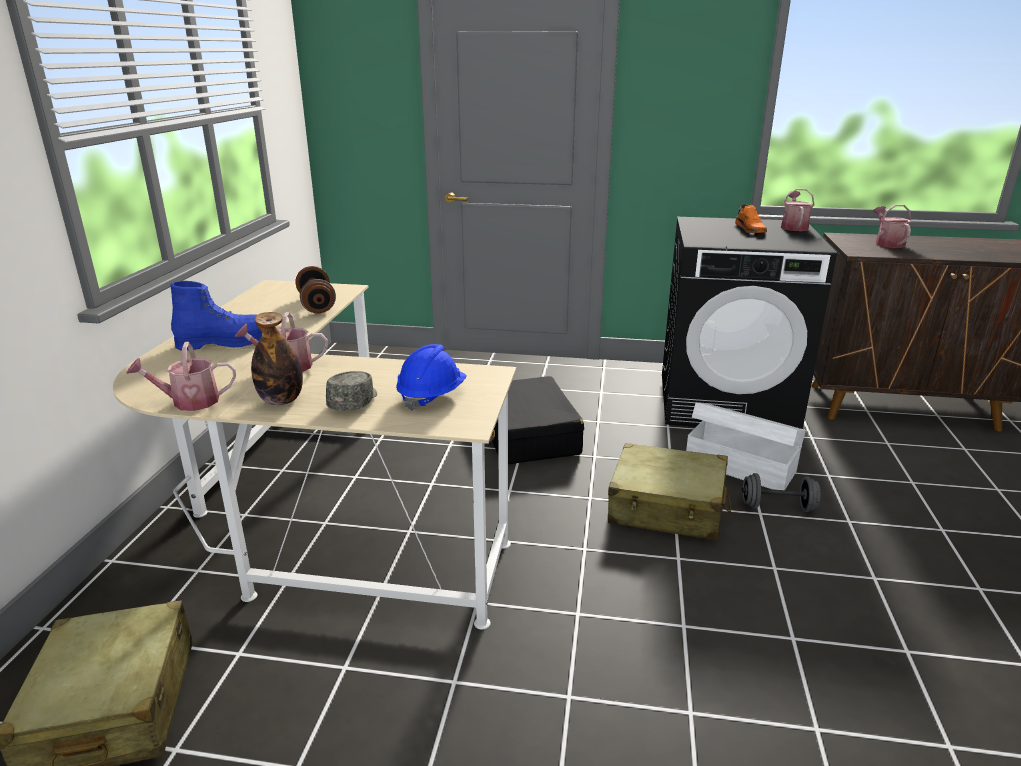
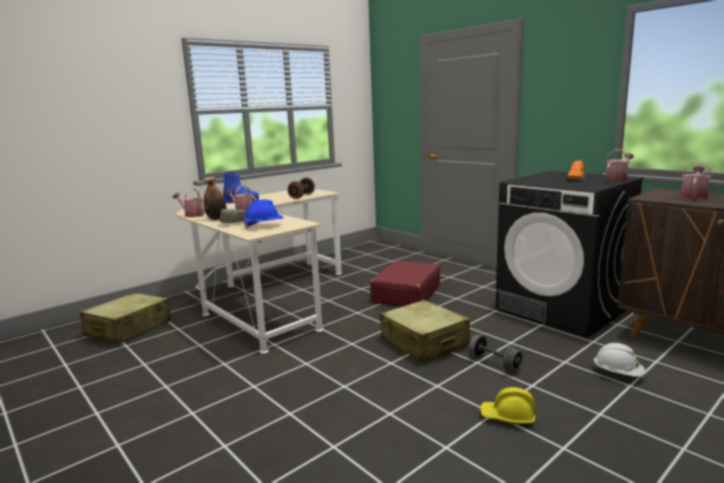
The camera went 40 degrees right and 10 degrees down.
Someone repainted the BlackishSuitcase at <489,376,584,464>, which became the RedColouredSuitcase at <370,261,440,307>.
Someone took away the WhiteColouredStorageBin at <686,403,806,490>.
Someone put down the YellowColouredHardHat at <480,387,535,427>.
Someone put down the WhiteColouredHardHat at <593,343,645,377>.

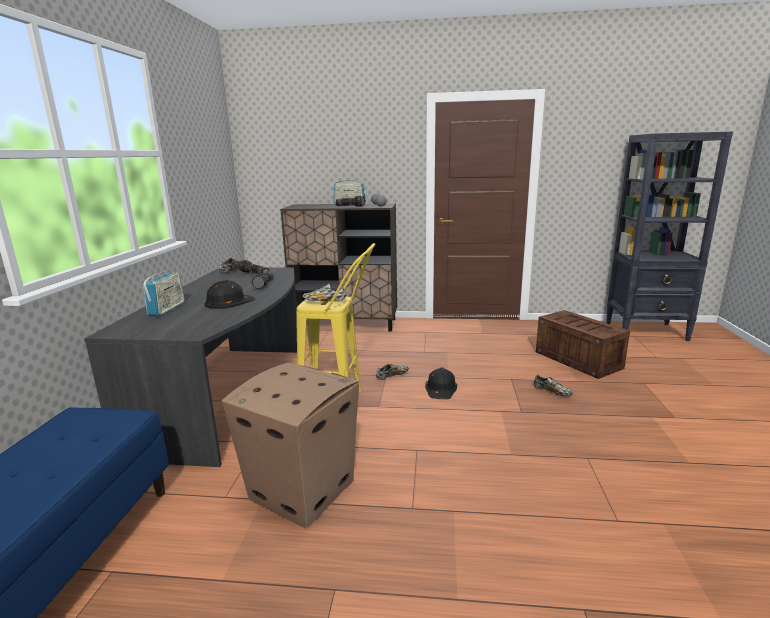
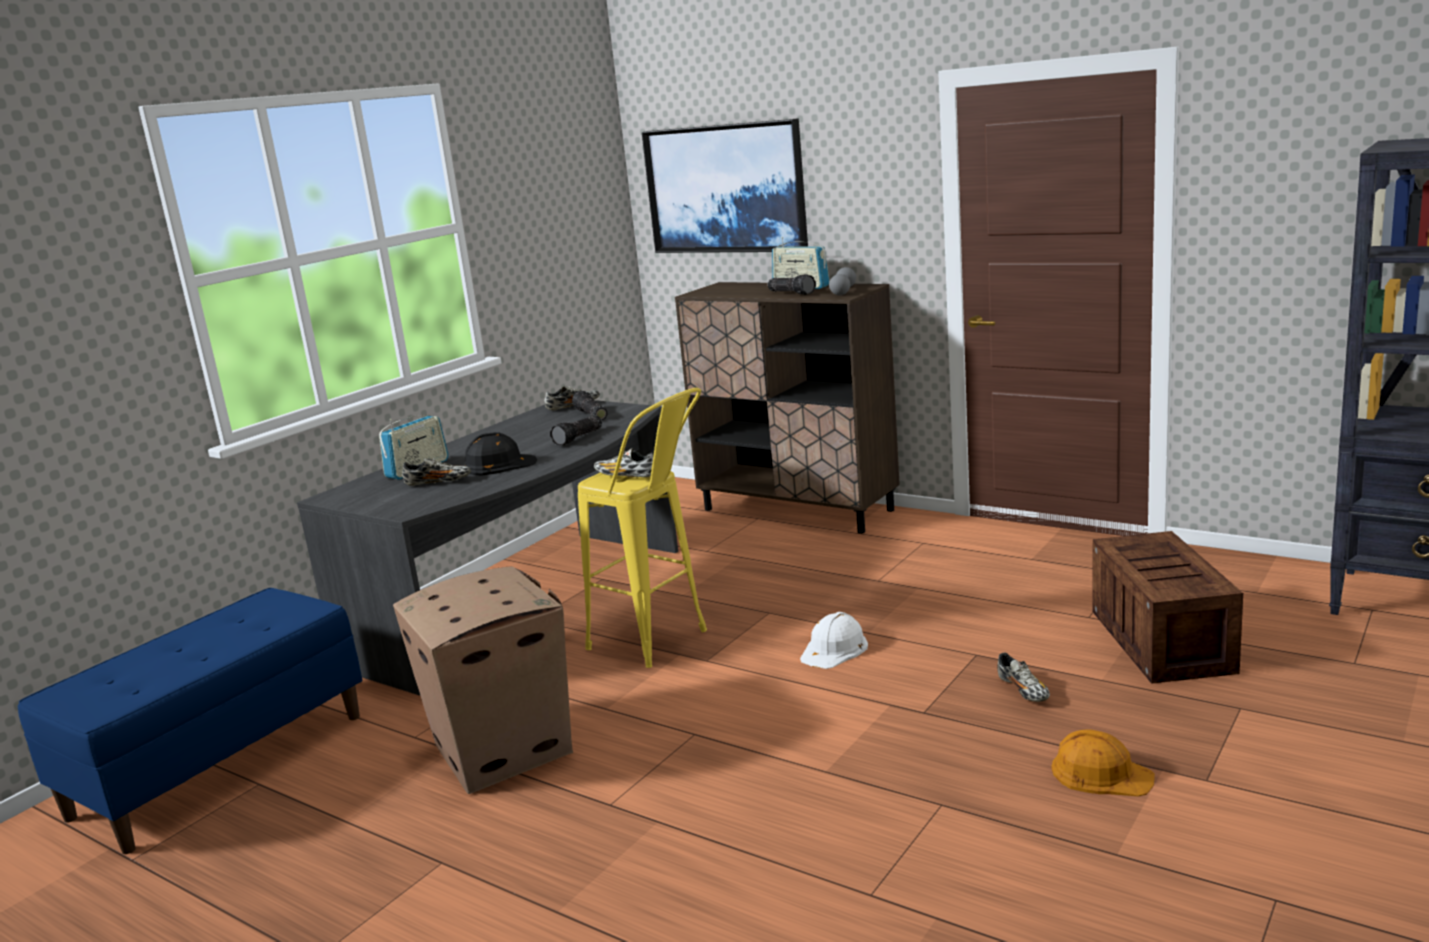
The camera went 30 degrees right and 0 degrees up.
Someone carried the ItemOfFootwear from <376,364,409,380> to <402,458,471,486>.
Someone repainted the BlackishHardHat at <425,368,457,399>, which became the WhiteColouredHardHat at <800,612,868,669>.
Someone put up the Picture at <642,118,808,253>.
Someone put down the OrangeyHardHat at <1051,729,1155,796>.

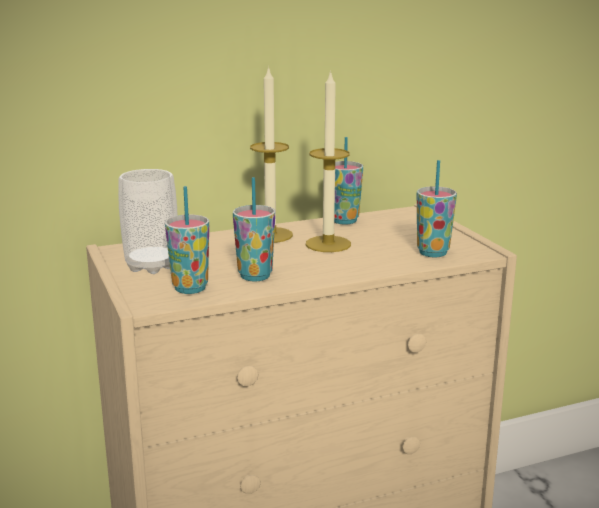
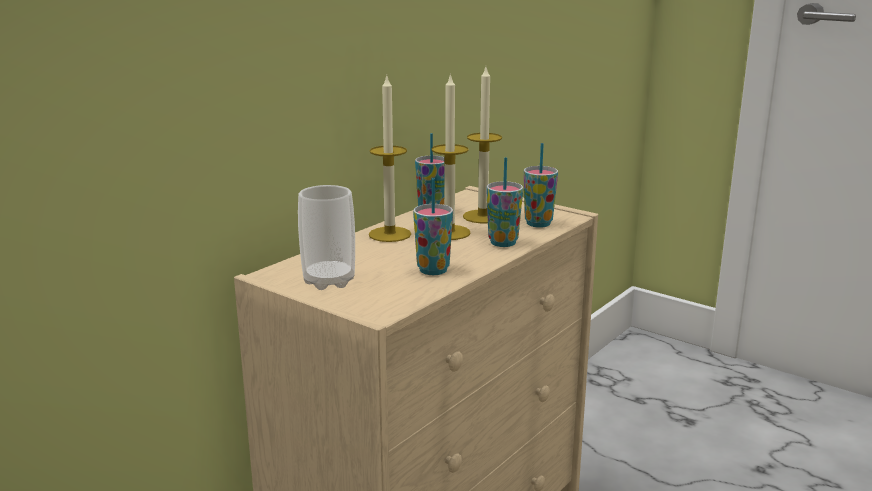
The camera went 30 degrees left and 0 degrees up.
Someone carried the Cup from <165,186,209,294> to <486,157,523,247>.
Someone put down the Candle at <463,67,502,223>.

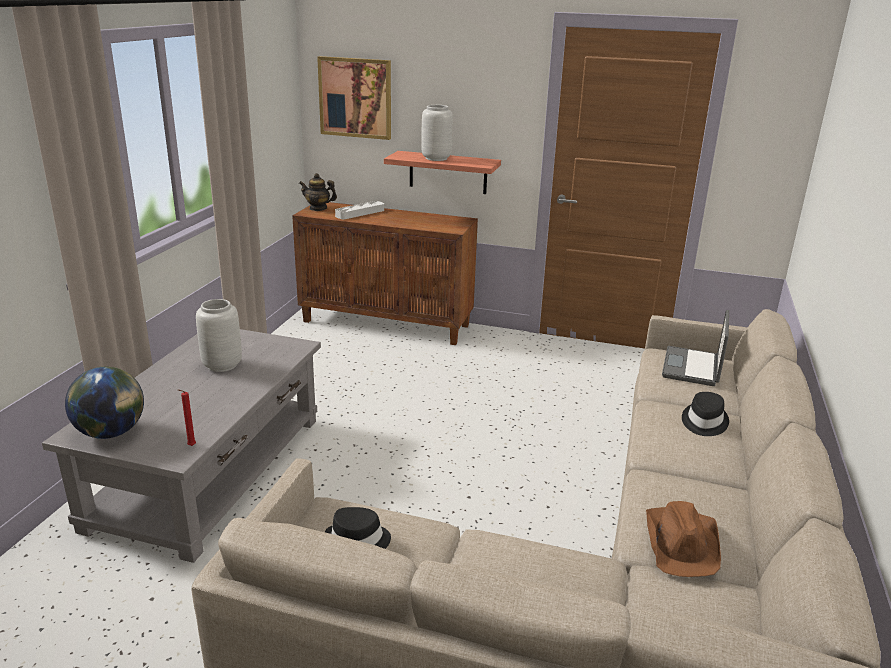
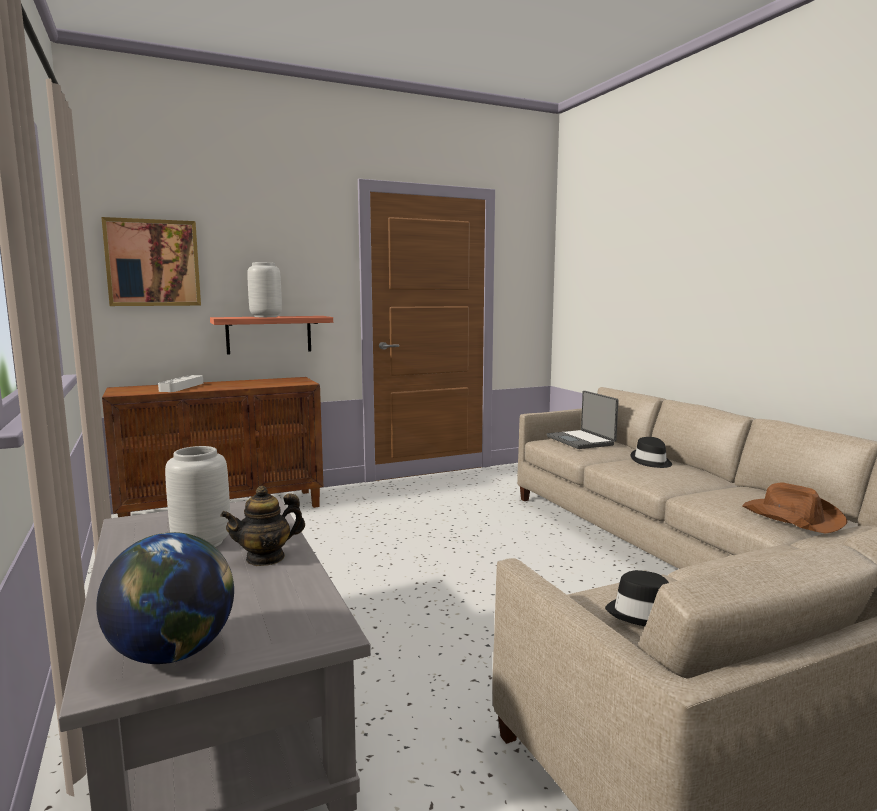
The camera went 40 degrees left and 15 degrees down.
Someone took away the RedColouredCandle at <179,390,196,446>.
Someone carried the PotForTea from <299,173,337,211> to <220,486,305,566>.

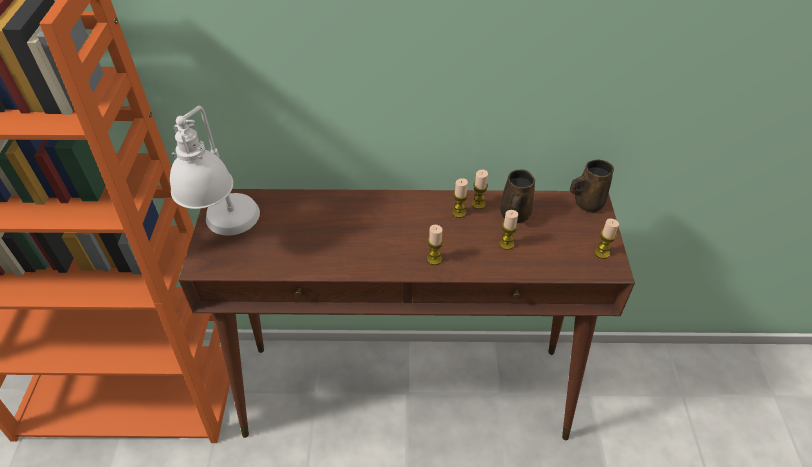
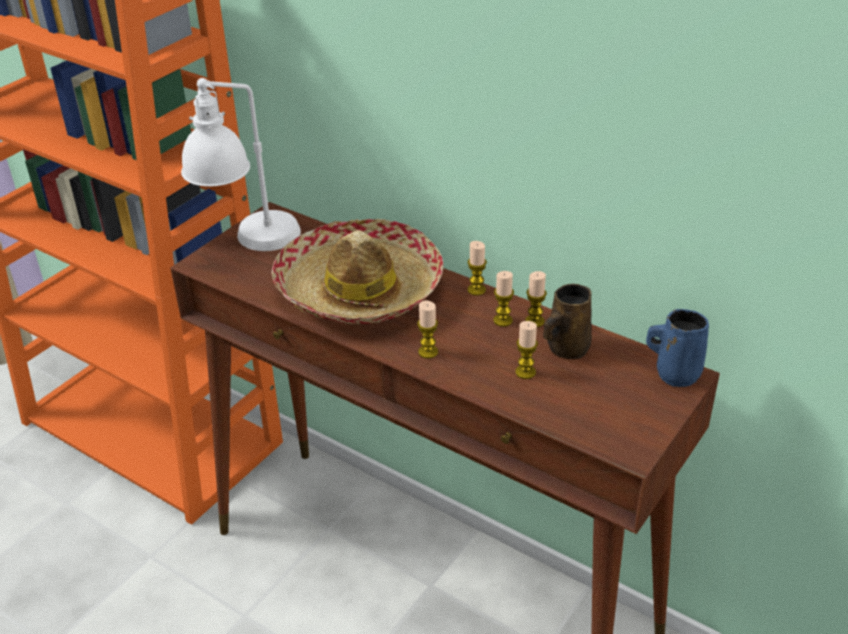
The camera went 35 degrees right and 10 degrees down.
Someone repainted the BrownColouredMug at <570,159,614,213>, which became the BlueMug at <646,309,709,387>.
Someone carried the Candle from <594,218,619,259> to <467,241,487,296>.
Someone put down the ClothingHat at <272,219,444,324>.

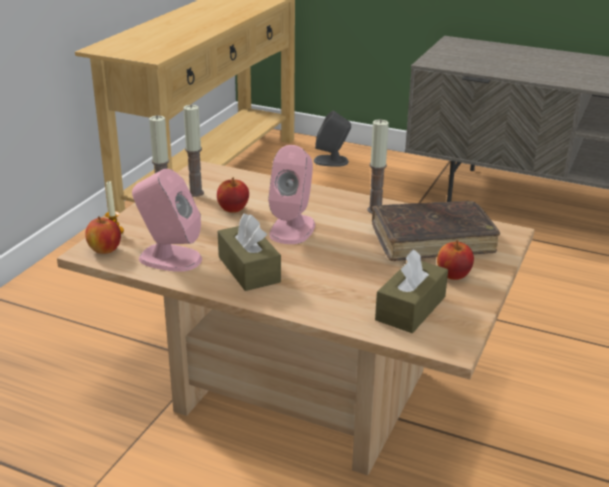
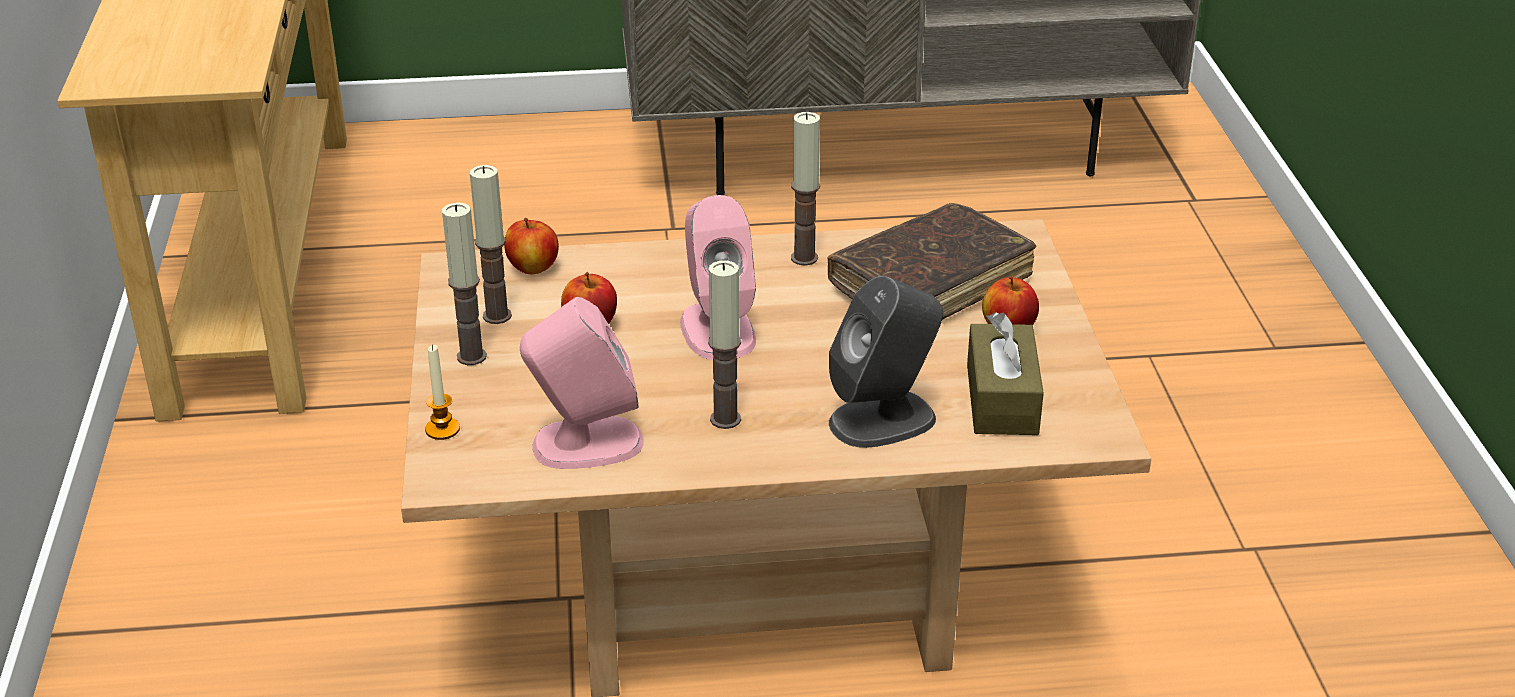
The camera went 30 degrees left and 5 degrees up.
Someone carried the WholeApple from <85,216,121,254> to <504,218,559,274>.
Someone swapped the BrownColouredTissueHolder at <218,213,281,291> for the Candle at <708,261,741,429>.
Someone carried the GreySpeaker from <314,111,351,167> to <829,276,943,448>.

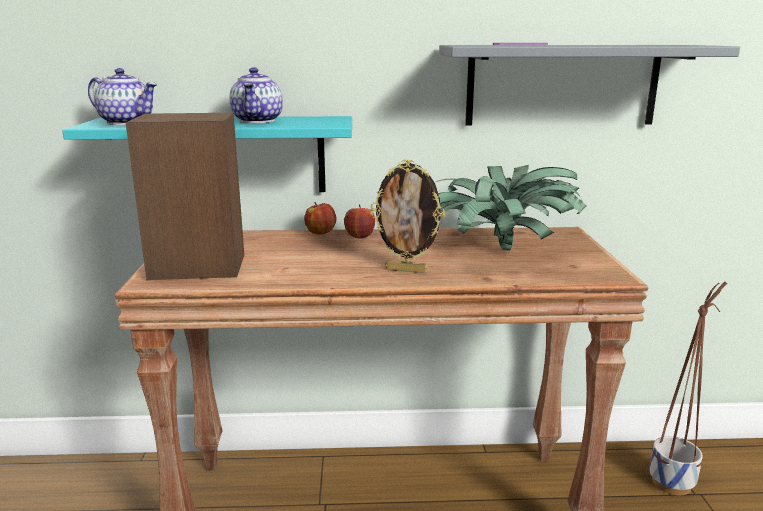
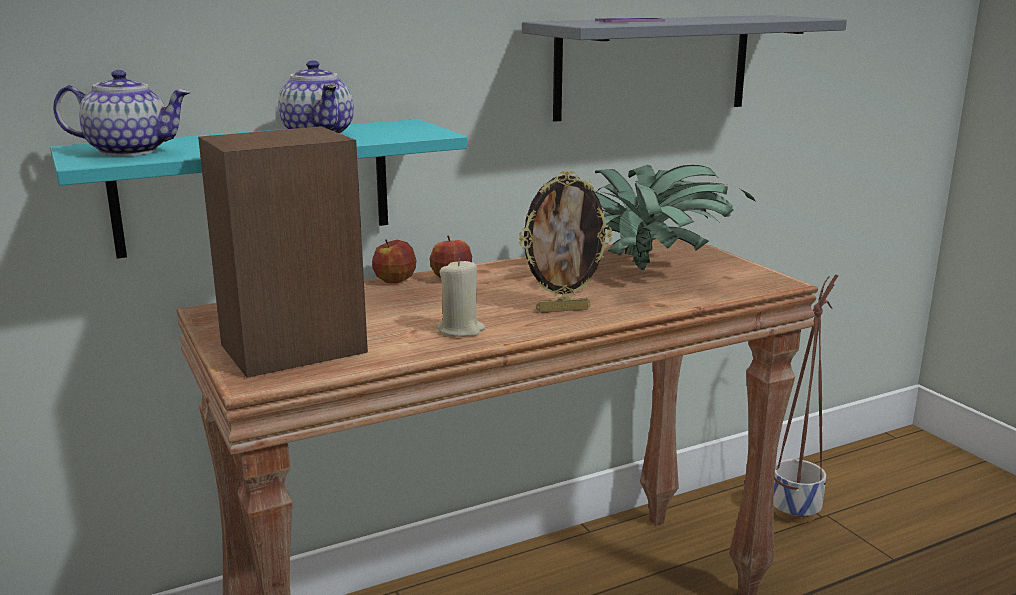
The camera went 25 degrees left and 0 degrees up.
Someone put down the SandColouredCandle at <437,259,485,337>.

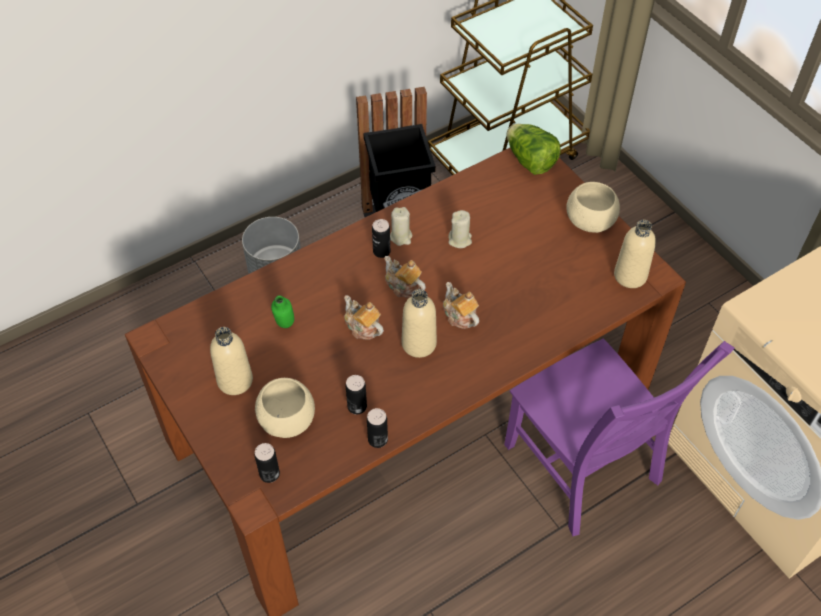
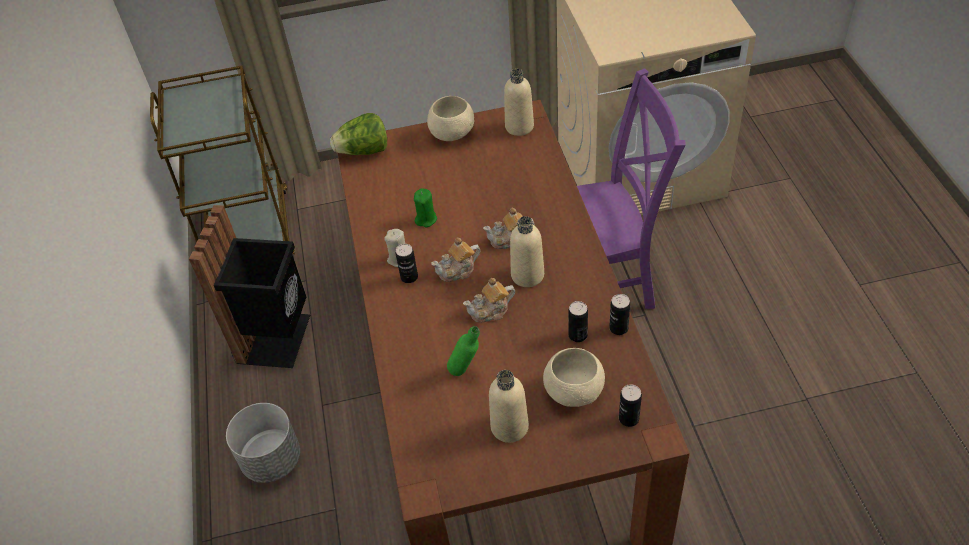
The camera went 65 degrees left and 5 degrees down.
Someone repainted the SandColouredCandle at <448,210,472,248>, which became the GreenColouredCandle at <414,188,437,227>.

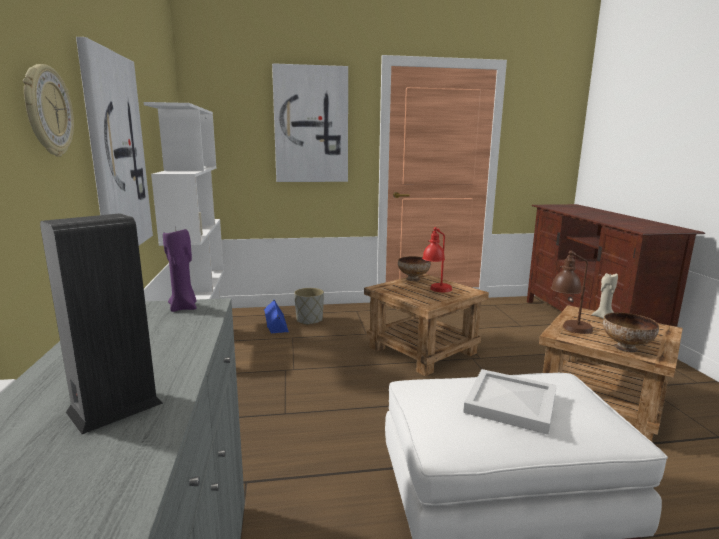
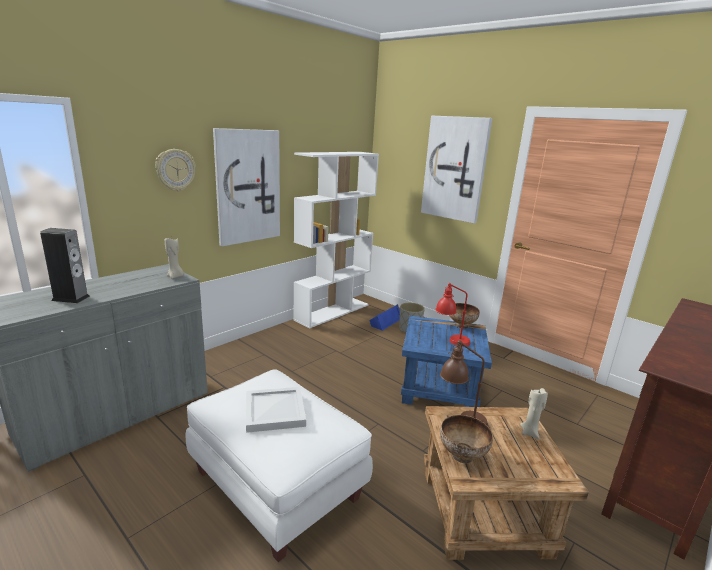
The camera went 50 degrees right and 5 degrees up.
Someone repainted the PurplishCandle at <163,227,197,312>, which became the SandColouredCandle at <165,238,184,279>.
Someone repainted the BrownColouredEndTable at <364,274,489,376>, which became the BlueEndTable at <401,316,492,407>.

